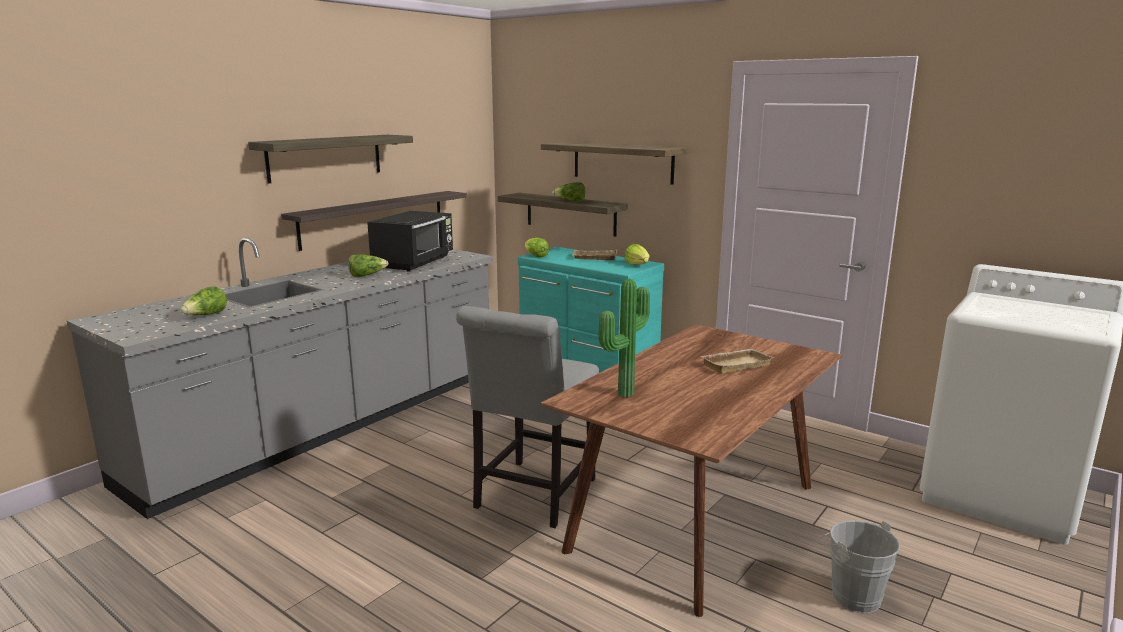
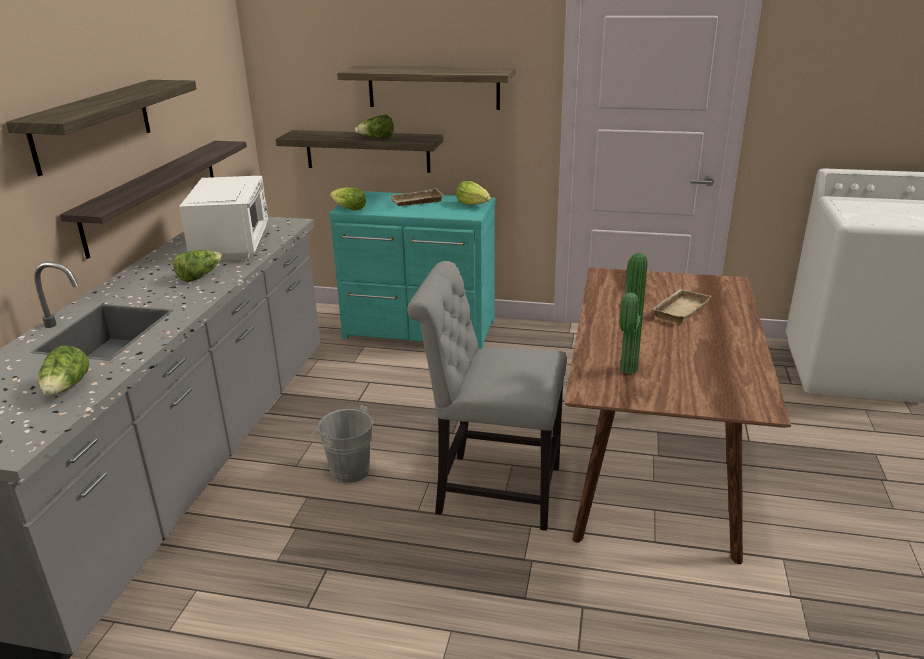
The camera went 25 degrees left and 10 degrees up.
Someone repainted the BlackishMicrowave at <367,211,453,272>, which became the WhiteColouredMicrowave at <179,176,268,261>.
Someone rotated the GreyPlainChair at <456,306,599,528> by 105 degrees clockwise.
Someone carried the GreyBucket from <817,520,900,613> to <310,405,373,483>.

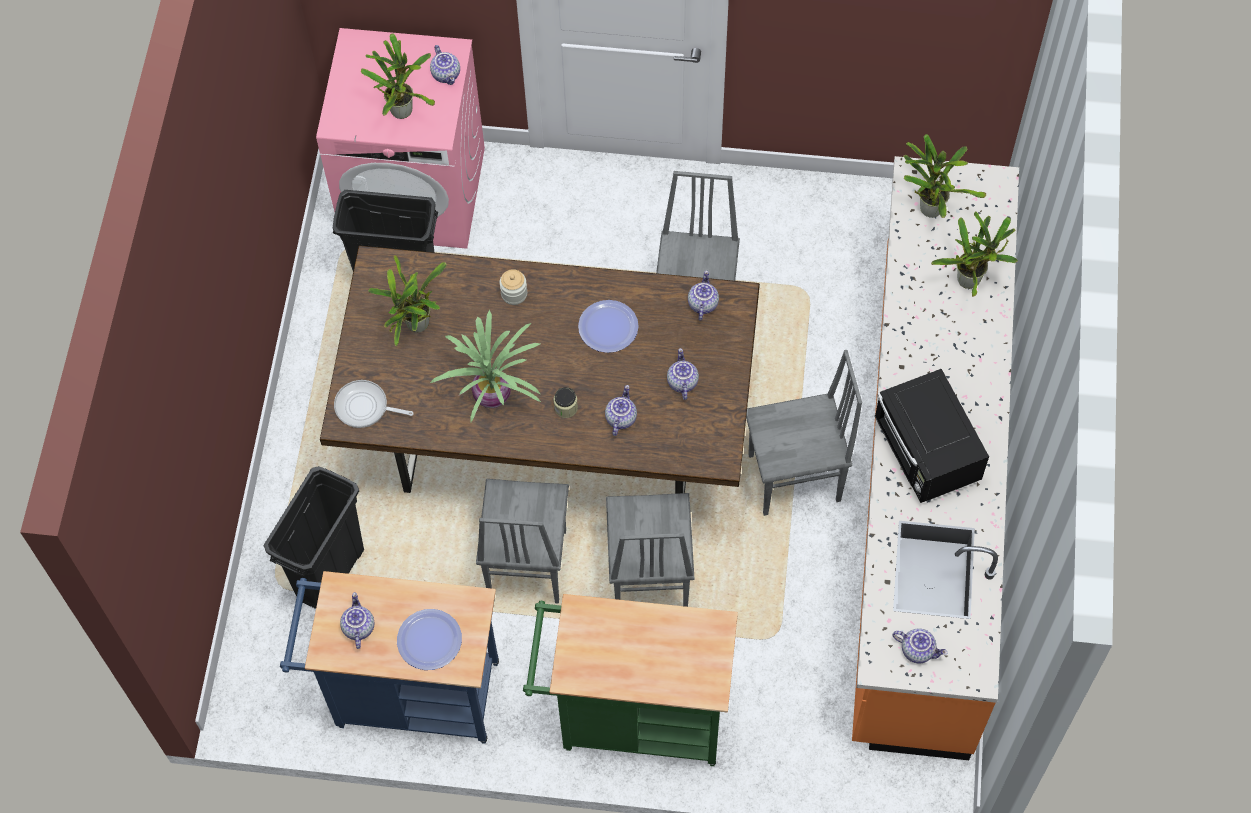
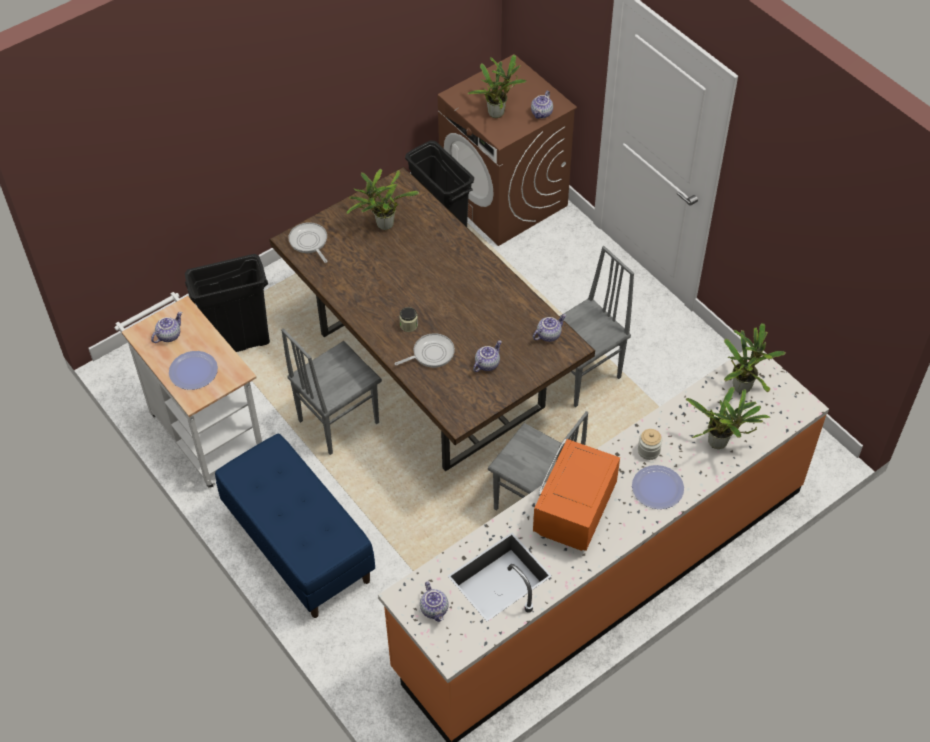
The camera went 45 degrees right and 10 degrees down.
Someone repainted the BlueTrolley at <280,571,499,744>, which became the WhiteColouredTrolley at <114,292,262,489>.
Someone repainted the PinkColouredLaundryAppliance at <316,28,485,249>, which became the BrownColouredLaundryAppliance at <438,54,577,246>.
Someone took away the PottedPlant at <430,310,541,422>.
Someone carried the StorageJar from <499,269,527,305> to <638,429,662,460>.
Someone swapped the GreenColouredTrolley at <523,594,738,766> for the BlueLongSeat at <215,434,375,618>.
Someone carried the DinnerPlate from <578,300,639,353> to <632,465,684,509>.
Someone swapped the PotForTea at <605,385,637,436> for the Skillet at <395,333,455,368>.
Someone took away the GreyPlainChair at <606,493,694,607>.
Someone repainted the BlackishMicrowave at <875,369,989,503>, which became the OrangeyMicrowave at <533,439,620,551>.

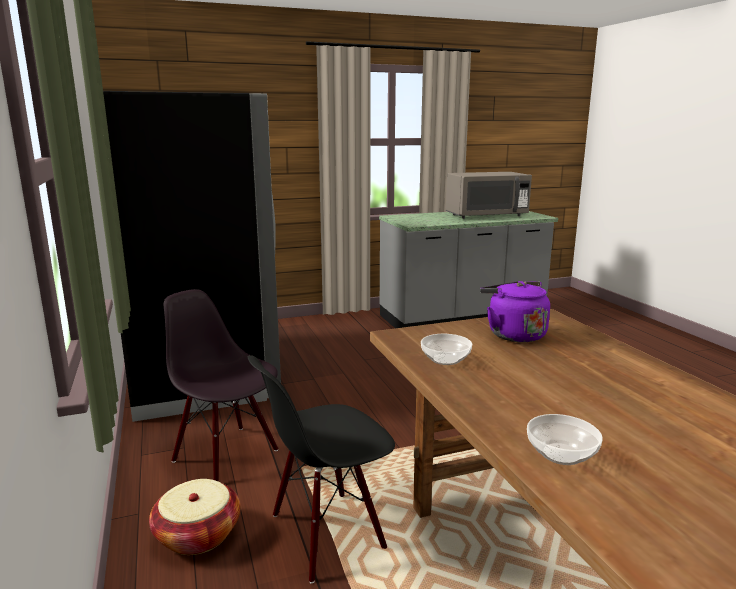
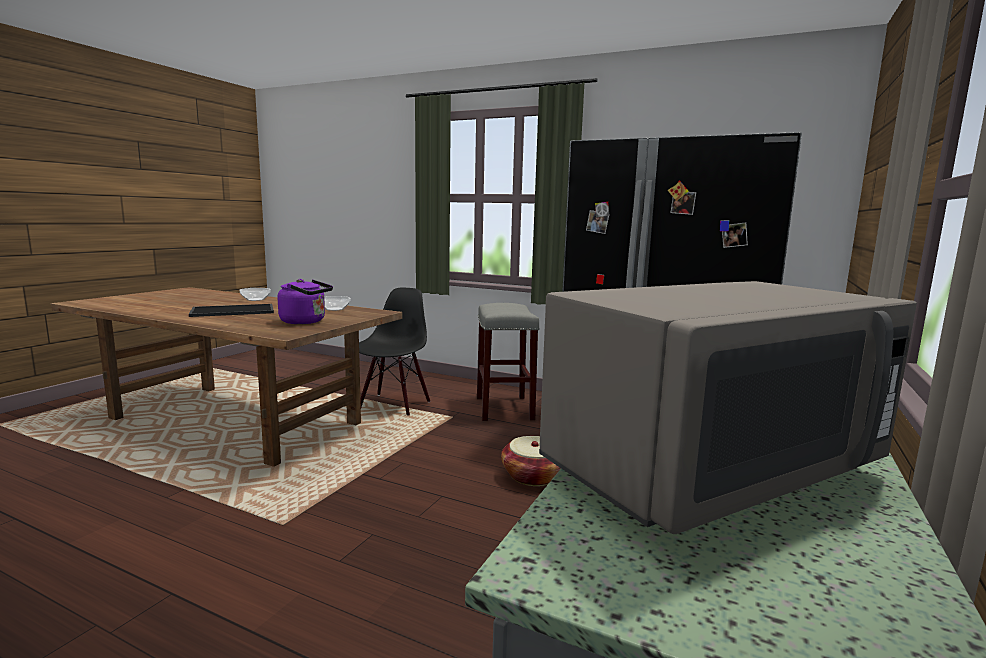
The camera went 135 degrees right and 5 degrees down.
Someone carried the Basket from <149,479,241,555> to <501,436,561,486>.
Someone swapped the BlackishPlainChair at <164,289,278,482> for the GreyStool at <477,303,540,421>.
Someone rotated the GreyMicrowave at <446,172,532,219> by 150 degrees counterclockwise.
Someone put down the ServingTray at <189,304,274,317>.

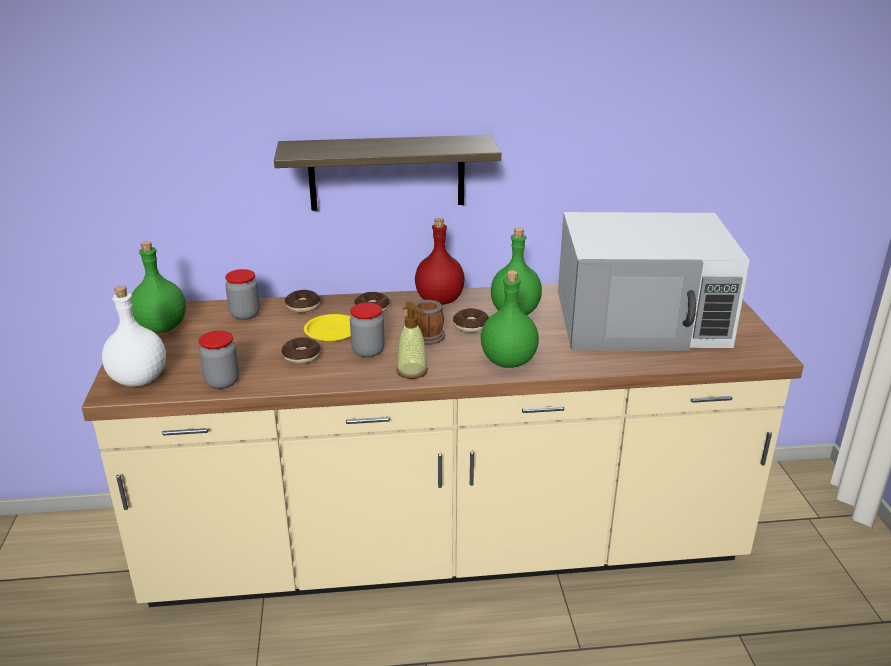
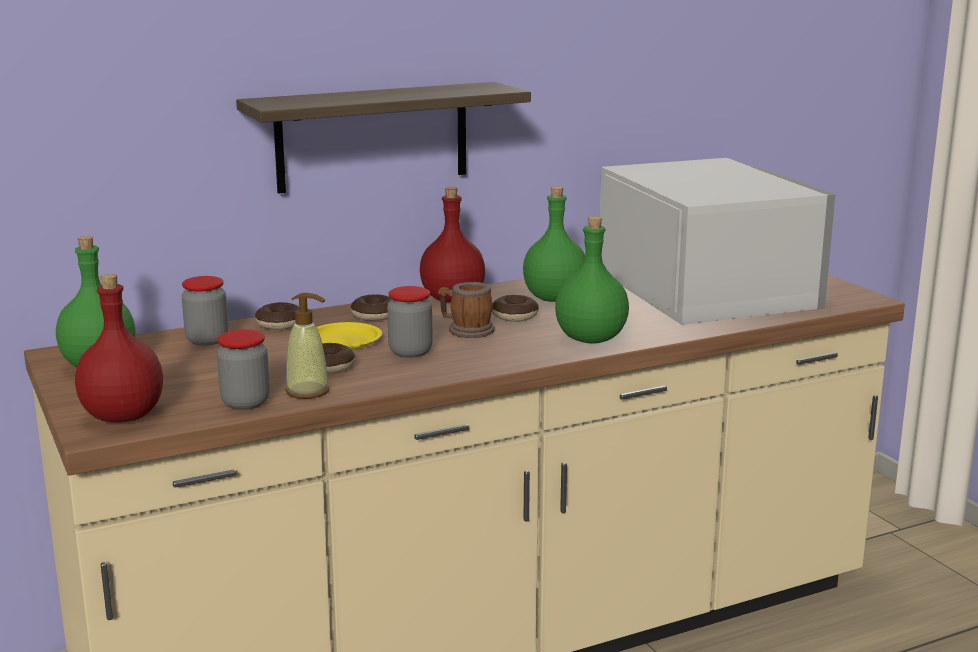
The camera went 20 degrees left and 10 degrees down.
Someone repainted the WhiteColouredBeverageBottle at <102,286,166,387>, which became the RedColouredBeverageBottle at <75,274,163,422>.
Someone carried the LiquidSoapBottle from <396,304,428,379> to <285,293,330,399>.
Someone rotated the WhiteColouredMicrowave at <558,212,750,351> by 90 degrees counterclockwise.

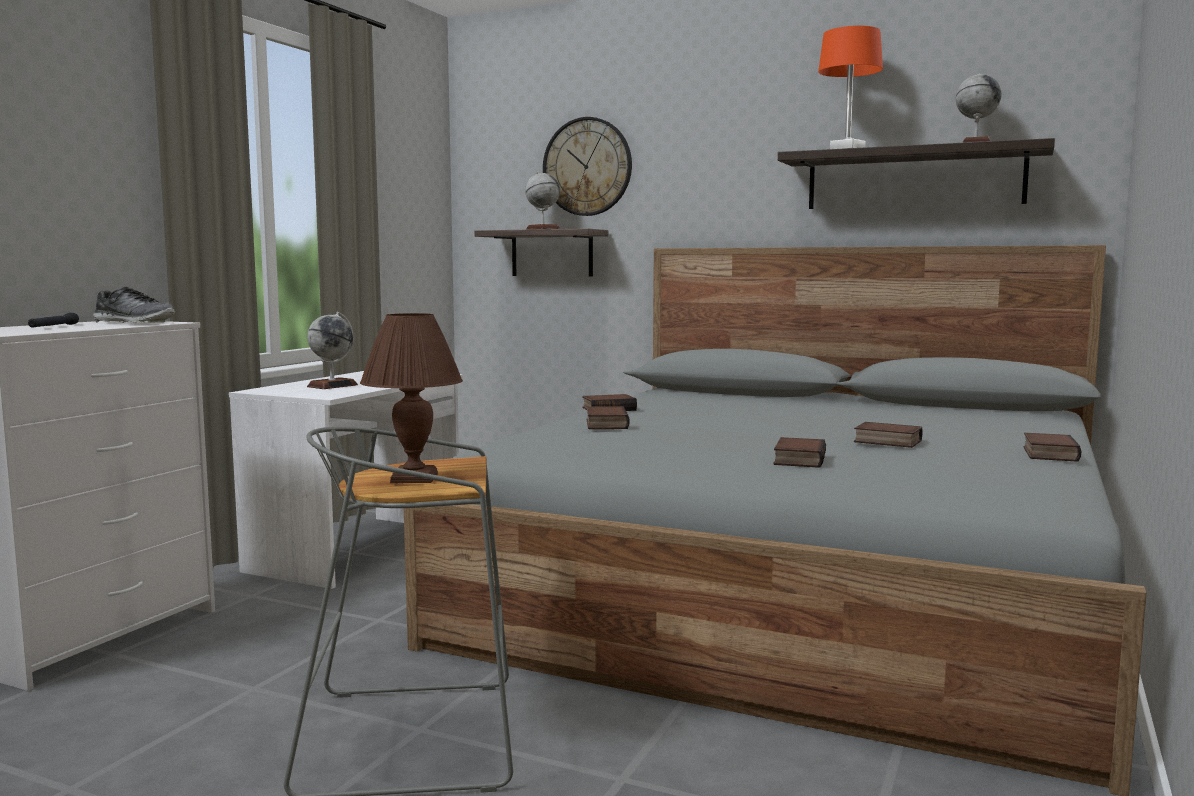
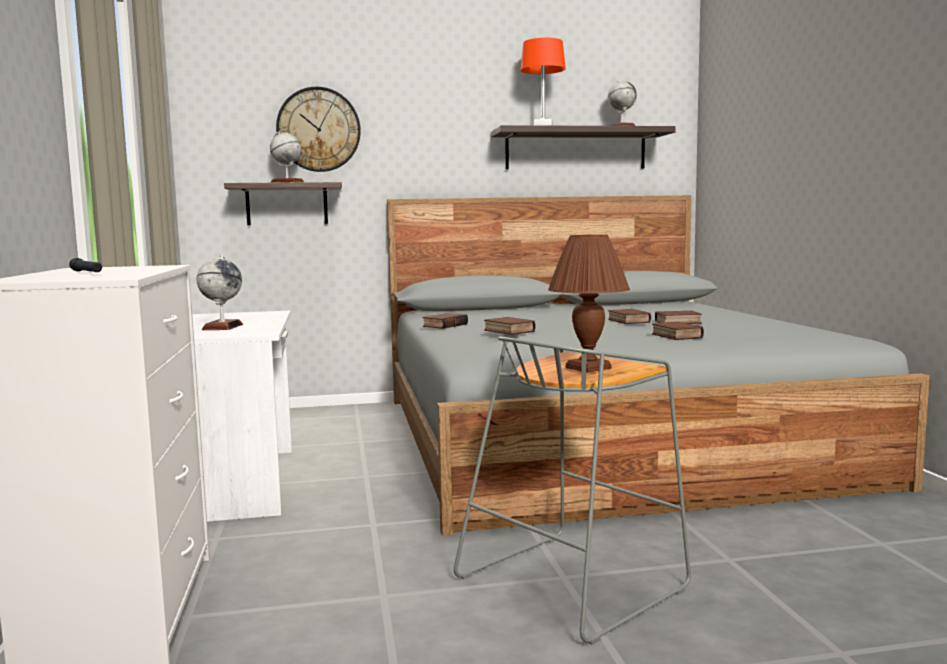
The camera went 35 degrees left and 0 degrees up.
Someone took away the ItemOfFootwear at <93,287,175,323>.
Someone carried the Book from <1023,433,1081,462> to <608,309,651,324>.

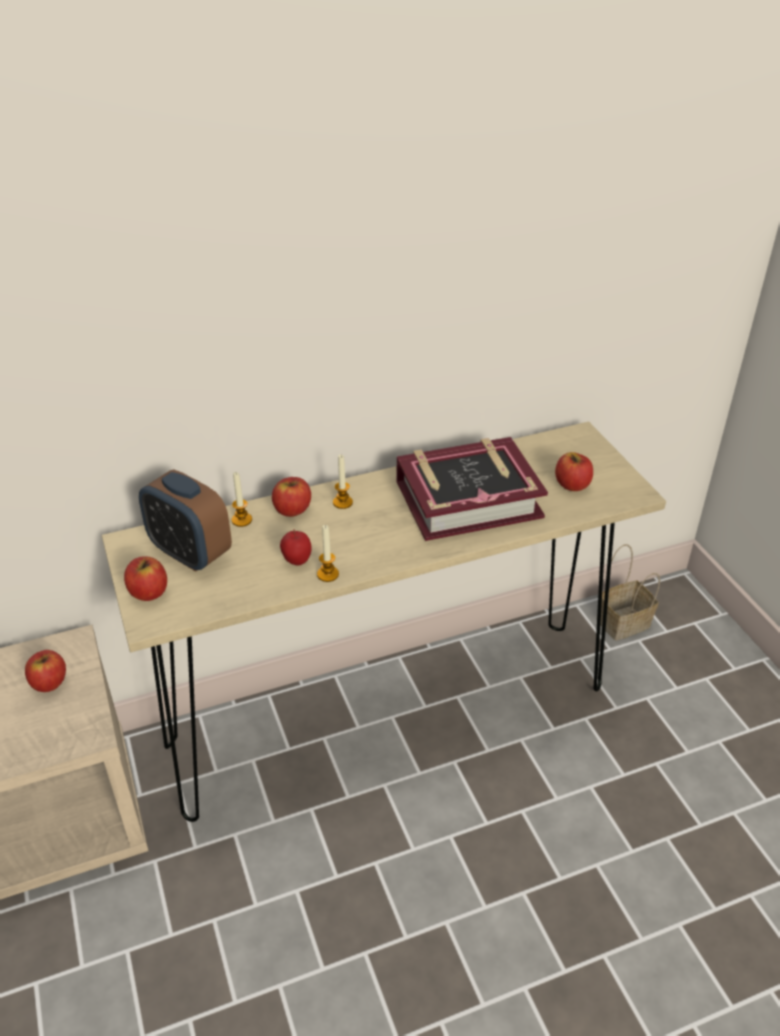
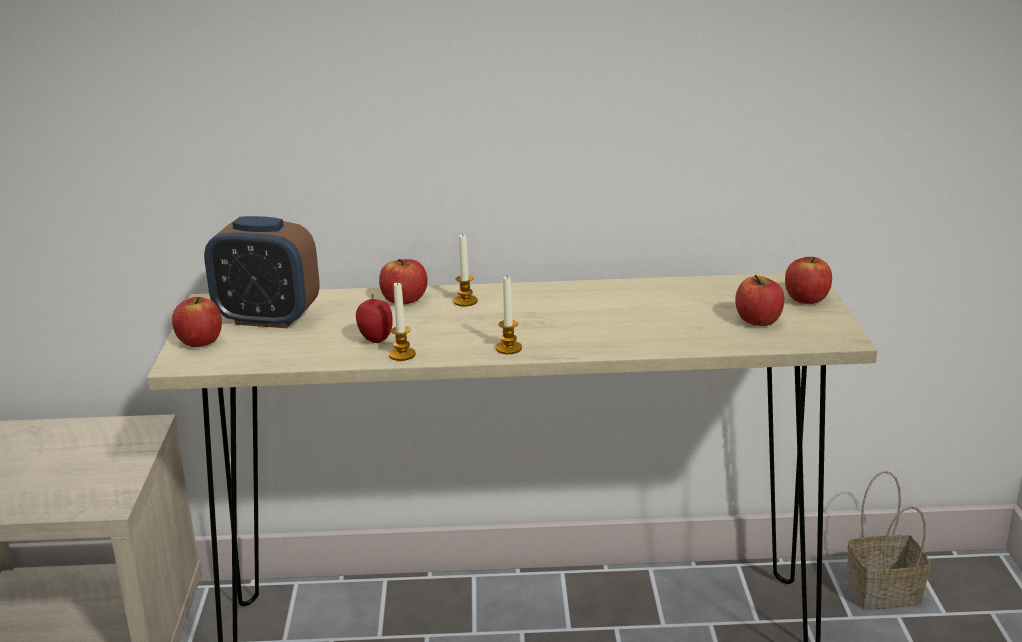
The camera went 20 degrees right and 15 degrees down.
Someone carried the WholeApple from <25,650,66,692> to <785,257,832,304>.
Someone rotated the BedsideClock at <139,469,232,571> by 45 degrees counterclockwise.
Someone carried the Candle from <232,472,252,527> to <496,277,522,354>.
Someone took away the Book at <397,437,548,541>.

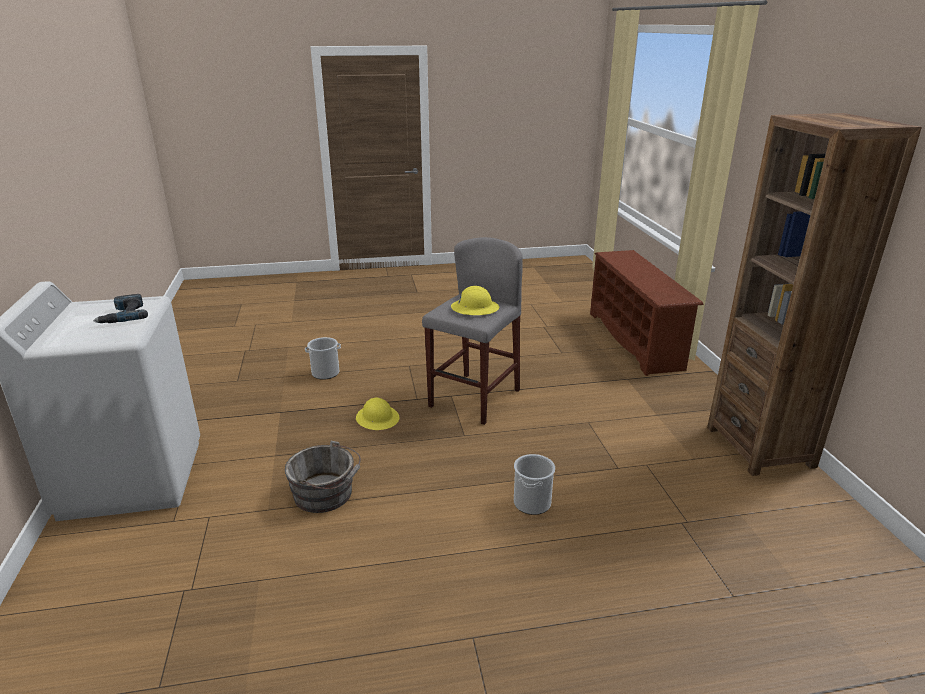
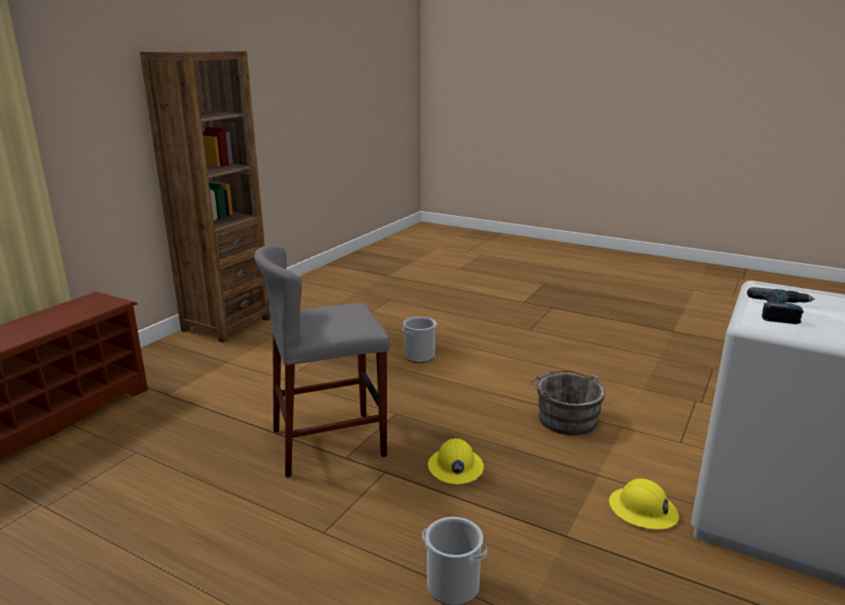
The camera went 140 degrees left and 5 degrees down.
Someone carried the YellowColouredHardHat from <451,286,499,315> to <609,478,679,529>.

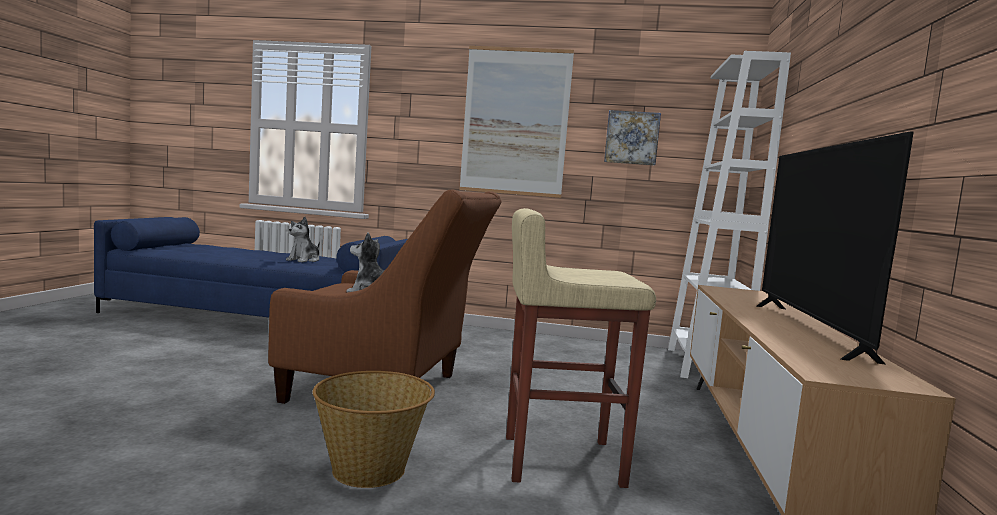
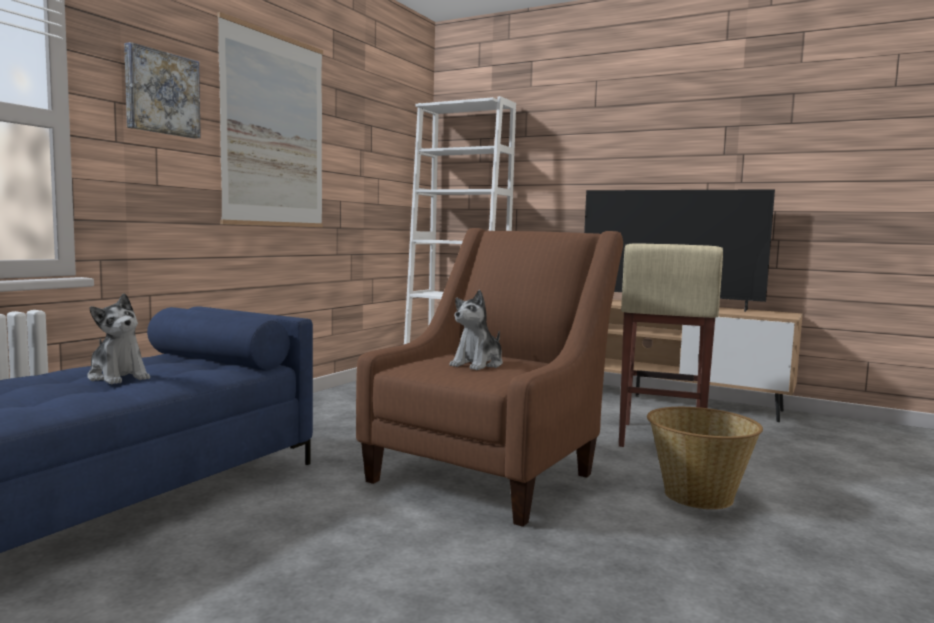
The camera went 70 degrees left and 0 degrees up.
Someone carried the Picture from <604,110,661,165> to <124,42,201,139>.

